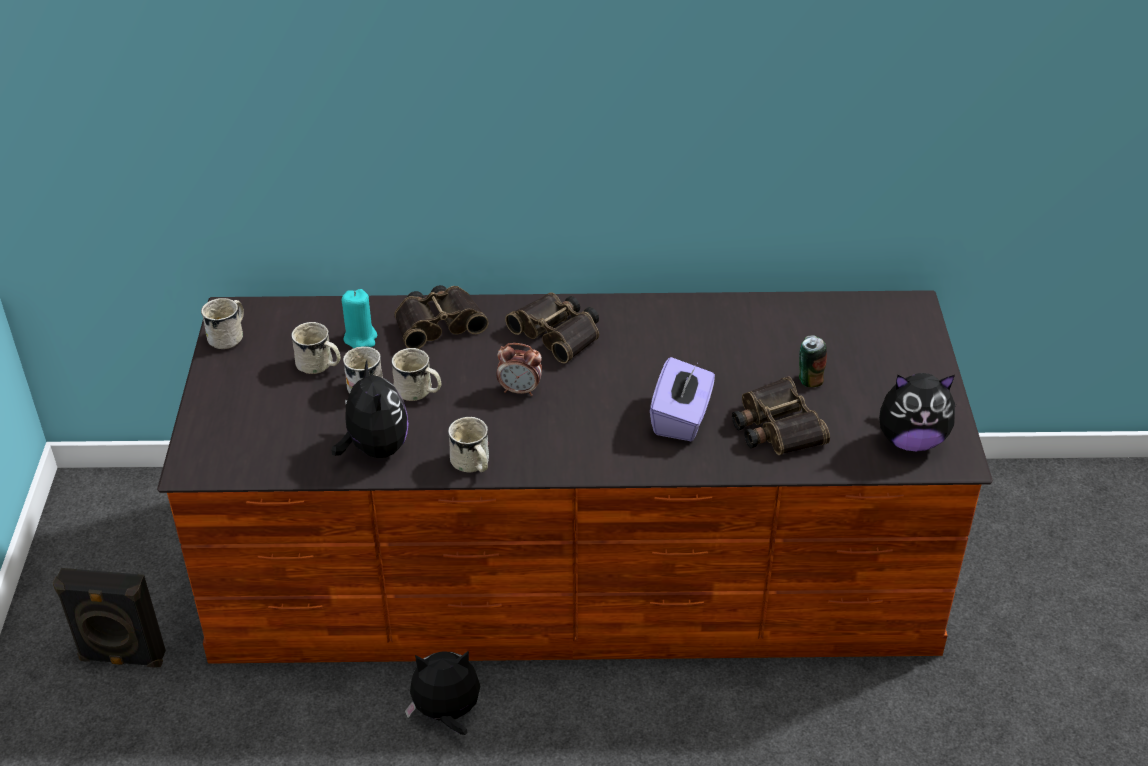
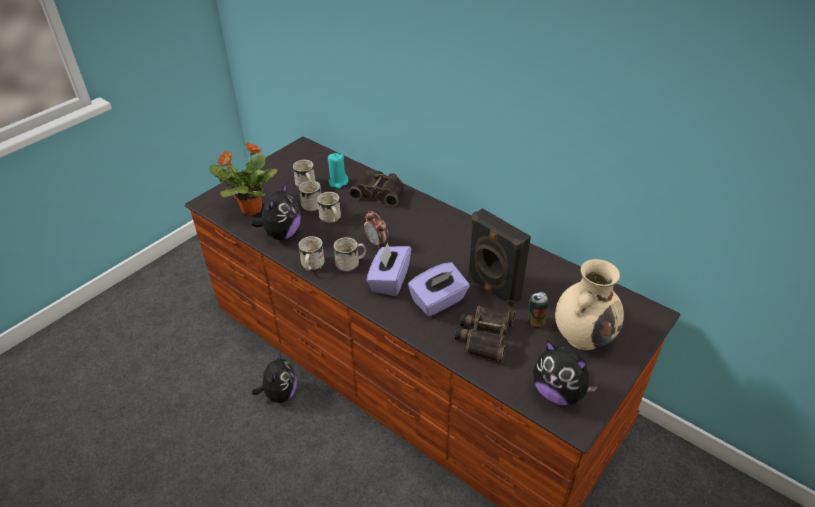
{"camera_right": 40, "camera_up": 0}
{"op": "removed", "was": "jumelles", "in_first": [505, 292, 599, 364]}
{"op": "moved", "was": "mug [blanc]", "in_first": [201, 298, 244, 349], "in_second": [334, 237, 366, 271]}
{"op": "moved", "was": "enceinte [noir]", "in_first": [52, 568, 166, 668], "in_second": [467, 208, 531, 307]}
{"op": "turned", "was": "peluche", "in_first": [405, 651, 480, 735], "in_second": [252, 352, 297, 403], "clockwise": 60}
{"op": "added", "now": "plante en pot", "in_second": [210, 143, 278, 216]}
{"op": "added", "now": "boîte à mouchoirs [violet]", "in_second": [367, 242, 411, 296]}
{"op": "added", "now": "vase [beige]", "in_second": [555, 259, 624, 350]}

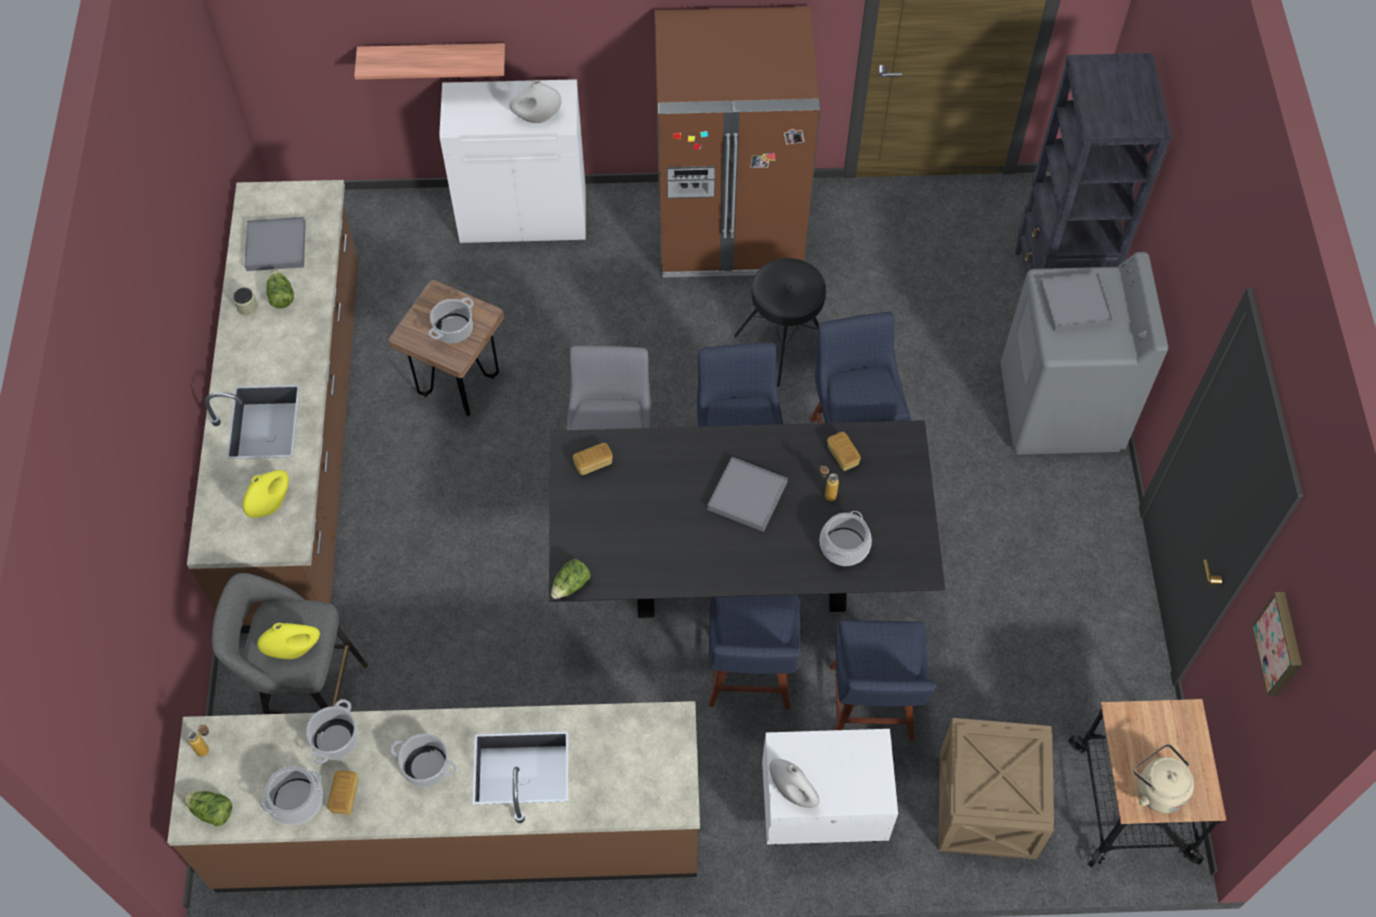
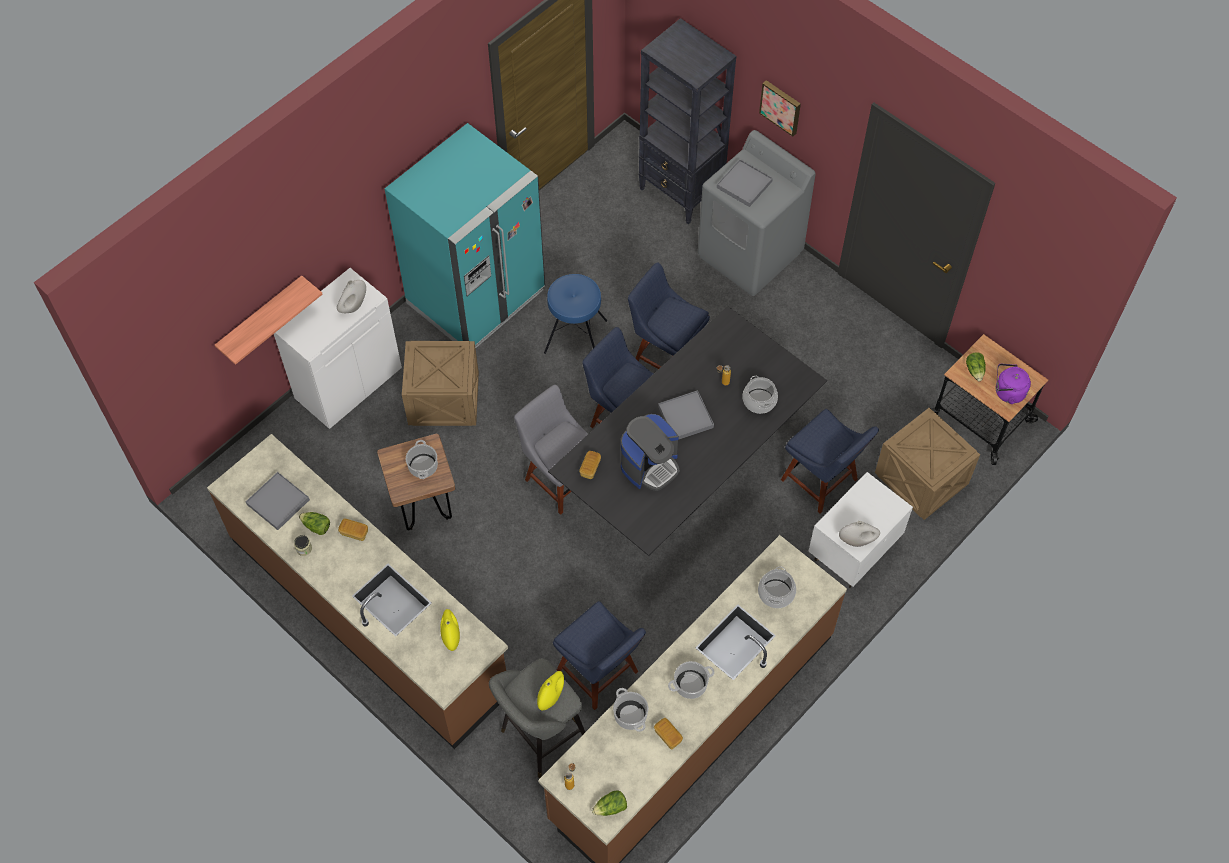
{"camera_right": -45, "camera_up": 0}
{"op": "recoloured", "was": "réfrigérateur [marron]", "now": "réfrigérateur [turquoise]", "in_first": [655, 7, 820, 278], "in_second": [385, 123, 545, 348]}
{"op": "recoloured", "was": "tabouret [noir]", "now": "tabouret [bleu]", "in_first": [734, 258, 826, 387], "in_second": [544, 274, 607, 354]}
{"op": "moved", "was": "pain", "in_first": [827, 432, 861, 471], "in_second": [338, 519, 368, 541]}
{"op": "moved", "was": "laitue", "in_first": [551, 559, 591, 599], "in_second": [966, 352, 986, 381]}
{"op": "moved", "was": "tableau", "in_first": [1252, 592, 1302, 696], "in_second": [759, 80, 801, 137]}
{"op": "moved", "was": "chaise [bleu]", "in_first": [709, 595, 800, 709], "in_second": [553, 601, 646, 710]}
{"op": "recoloured", "was": "bouilloire [beige]", "now": "bouilloire [violet]", "in_first": [1134, 744, 1194, 813], "in_second": [996, 364, 1031, 404]}
{"op": "moved", "was": "marmite", "in_first": [261, 766, 323, 825], "in_second": [758, 566, 796, 608]}
{"op": "added", "now": "caisse", "in_second": [402, 341, 479, 426]}
{"op": "added", "now": "machine à café", "in_second": [621, 414, 680, 491]}

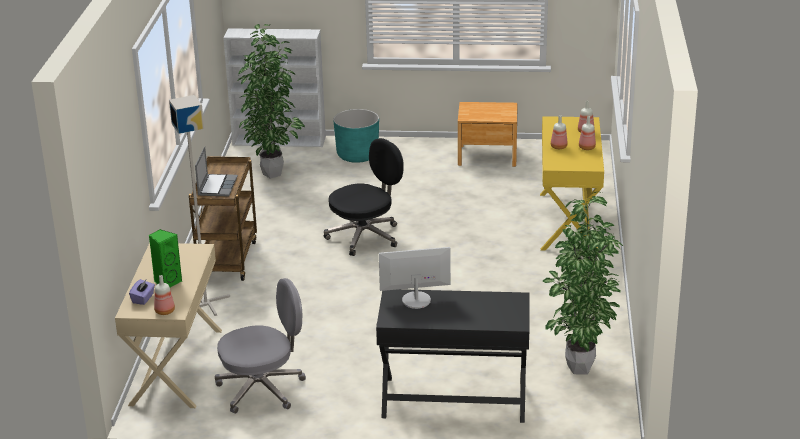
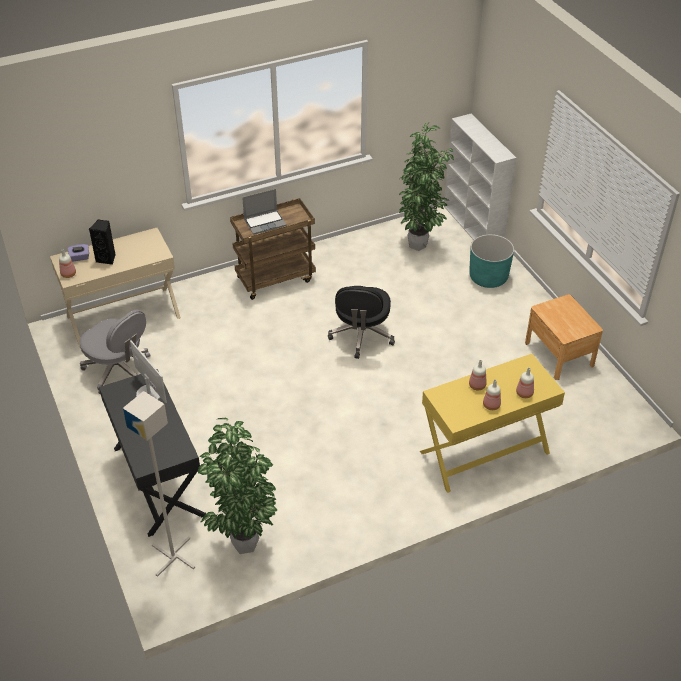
{"camera_right": 60, "camera_up": 15}
{"op": "moved", "was": "lampadaire [gris]", "in_first": [169, 95, 230, 316], "in_second": [123, 391, 195, 577]}
{"op": "turned", "was": "chaise de bureau [noir]", "in_first": [324, 138, 404, 256], "in_second": [328, 286, 395, 359], "clockwise": 75}
{"op": "recoloured", "was": "enceinte [vert]", "now": "enceinte [noir]", "in_first": [149, 229, 182, 287], "in_second": [89, 219, 116, 265]}

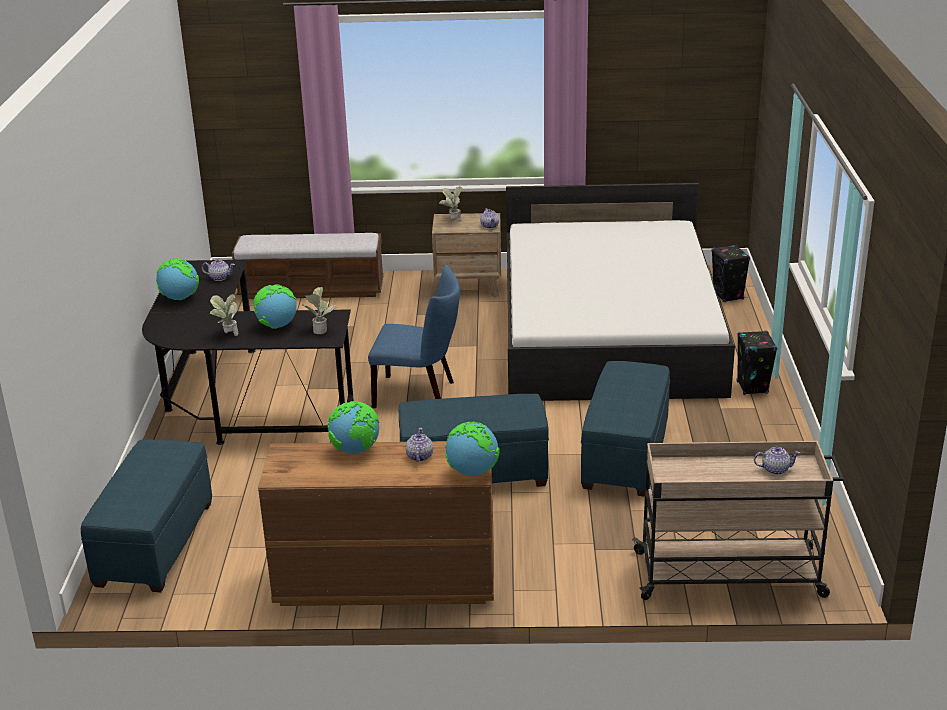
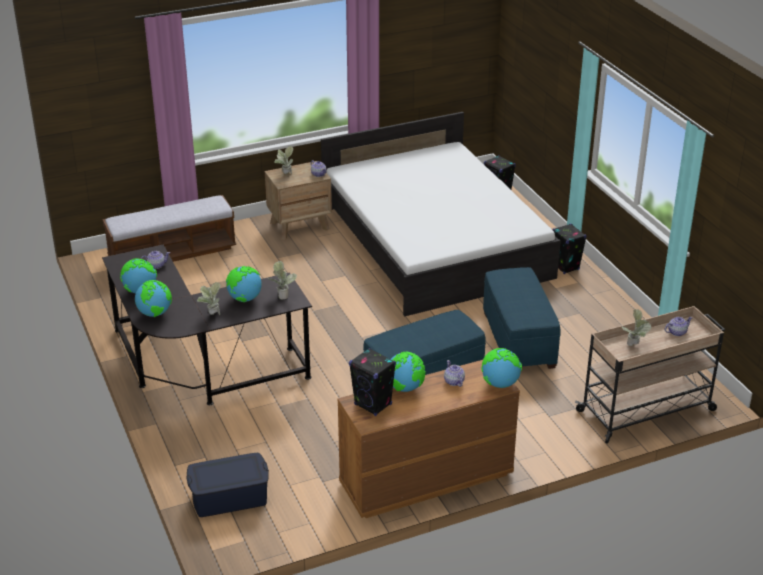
{"camera_right": -25, "camera_up": 5}
{"op": "removed", "was": "chaise [bleu]", "in_first": [368, 265, 460, 408]}
{"op": "replaced", "was": "pouf [bleu]", "now": "boîte de rangement [bleu]", "in_first": [81, 439, 212, 592], "in_second": [186, 453, 269, 517]}
{"op": "added", "now": "globe", "in_second": [135, 280, 172, 317]}
{"op": "added", "now": "plante en pot", "in_second": [622, 309, 651, 346]}
{"op": "added", "now": "enceinte [noir]", "in_second": [349, 348, 396, 416]}

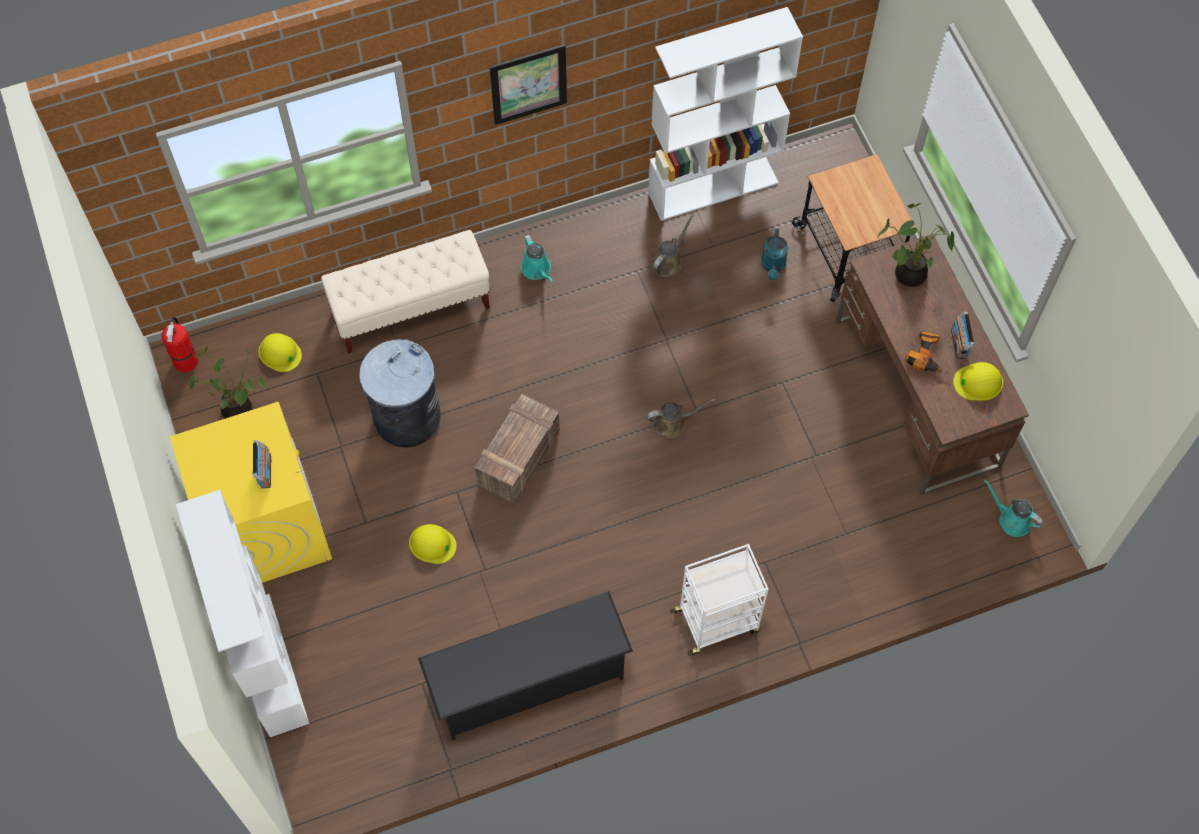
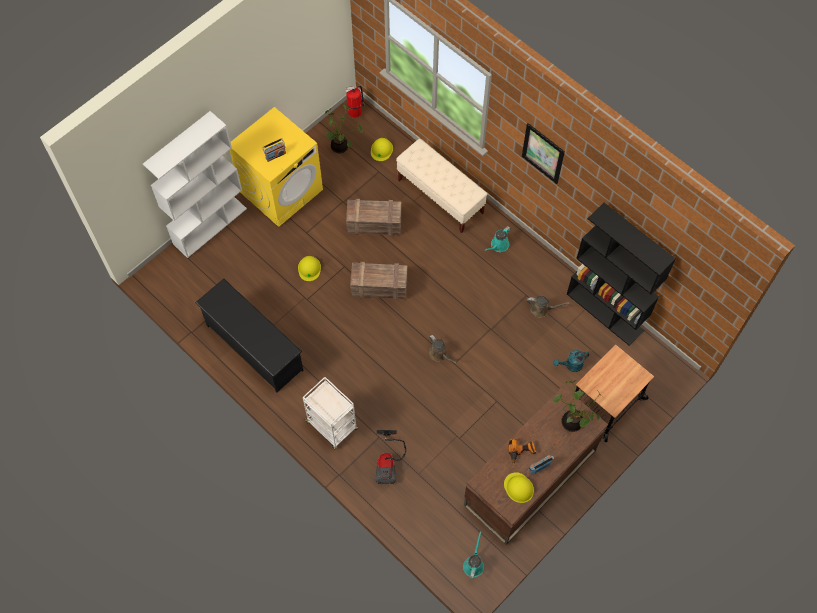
{"camera_right": 65, "camera_up": 0}
{"op": "recoloured", "was": "bibliothèque [blanc]", "now": "bibliothèque [noir]", "in_first": [648, 7, 803, 221], "in_second": [567, 203, 676, 346]}
{"op": "replaced", "was": "poubelle [gris]", "now": "caisse", "in_first": [359, 339, 441, 448], "in_second": [346, 199, 402, 236]}
{"op": "added", "now": "aspirateur", "in_second": [376, 430, 406, 484]}

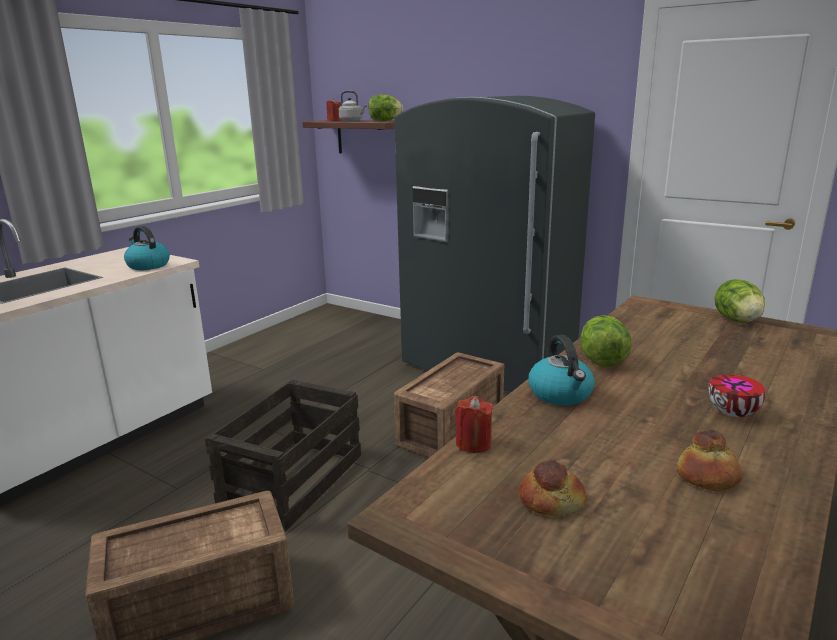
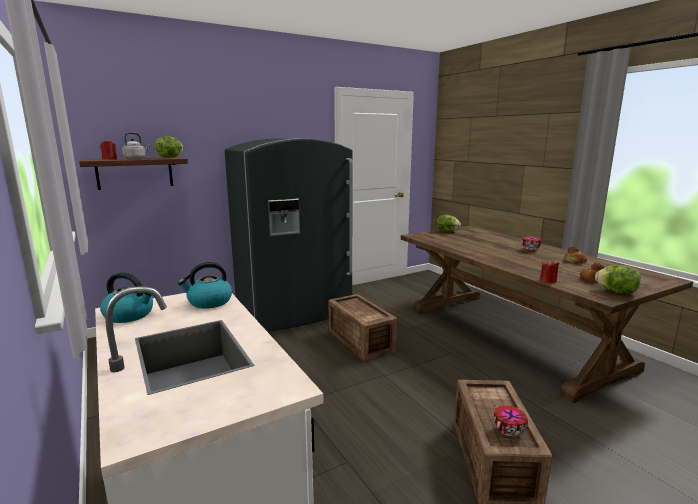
{"camera_right": -65, "camera_up": -5}
{"op": "moved", "was": "laitue", "in_first": [580, 315, 632, 367], "in_second": [595, 265, 640, 294]}
{"op": "moved", "was": "bouilloire", "in_first": [528, 335, 595, 405], "in_second": [100, 272, 153, 323]}
{"op": "removed", "was": "caisse", "in_first": [205, 379, 361, 532]}
{"op": "added", "now": "bol", "in_second": [493, 405, 528, 437]}

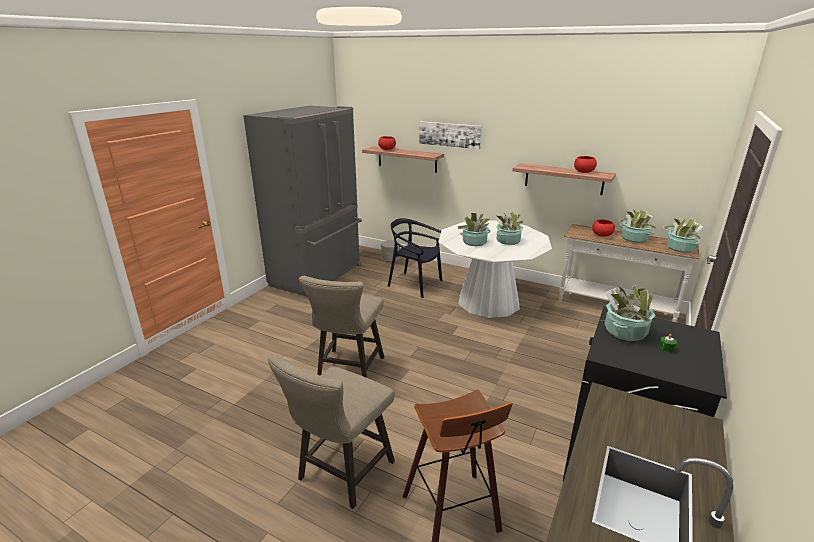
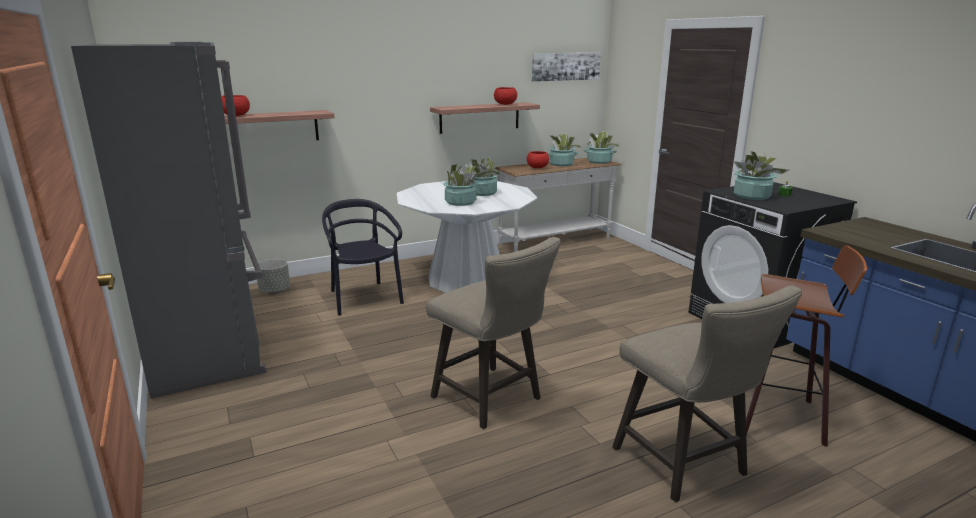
{"camera_right": -55, "camera_up": -5}
{"op": "moved", "was": "tableau", "in_first": [419, 121, 482, 149], "in_second": [532, 53, 601, 82]}
{"op": "turned", "was": "chaise [noir]", "in_first": [388, 218, 442, 298], "in_second": [322, 199, 404, 316], "clockwise": 90}

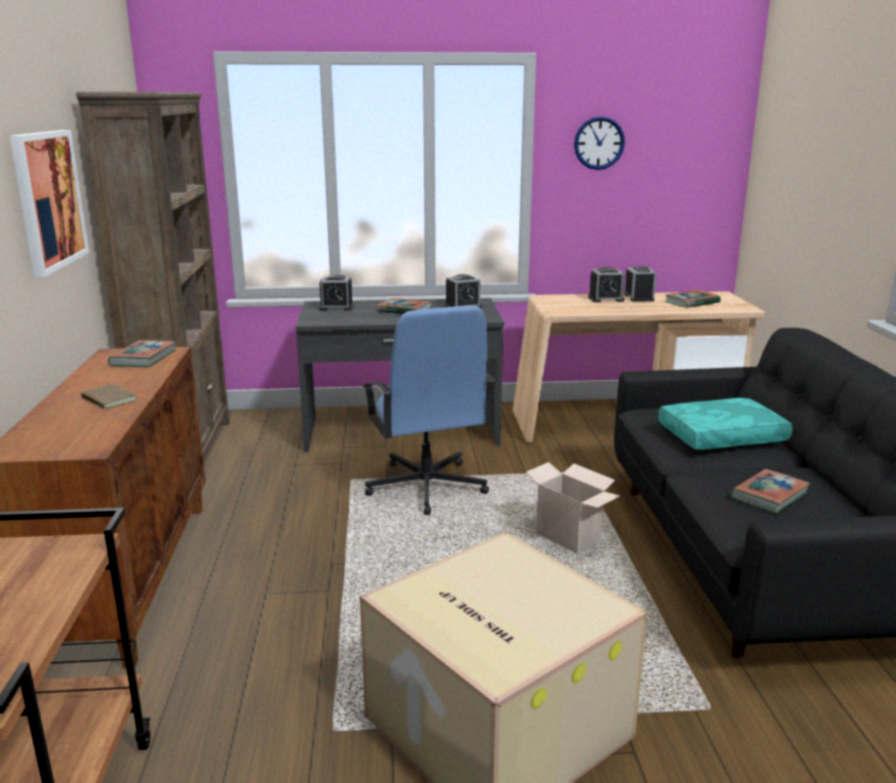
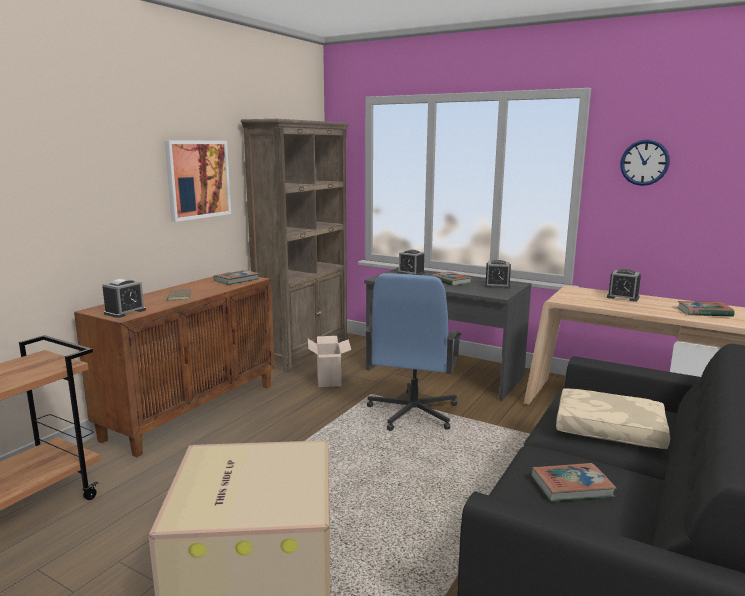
{"camera_right": 35, "camera_up": -5}
{"op": "moved", "was": "réveil", "in_first": [624, 266, 656, 302], "in_second": [102, 279, 146, 318]}
{"op": "recoloured", "was": "coussin [turquoise]", "now": "coussin [beige]", "in_first": [658, 398, 793, 450], "in_second": [556, 388, 670, 449]}
{"op": "moved", "was": "carton", "in_first": [526, 462, 620, 553], "in_second": [308, 336, 351, 387]}

